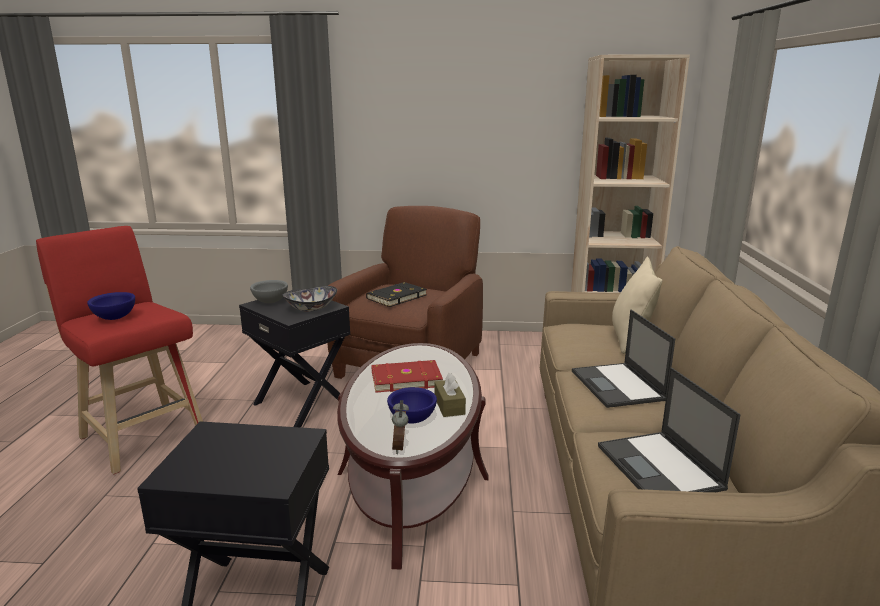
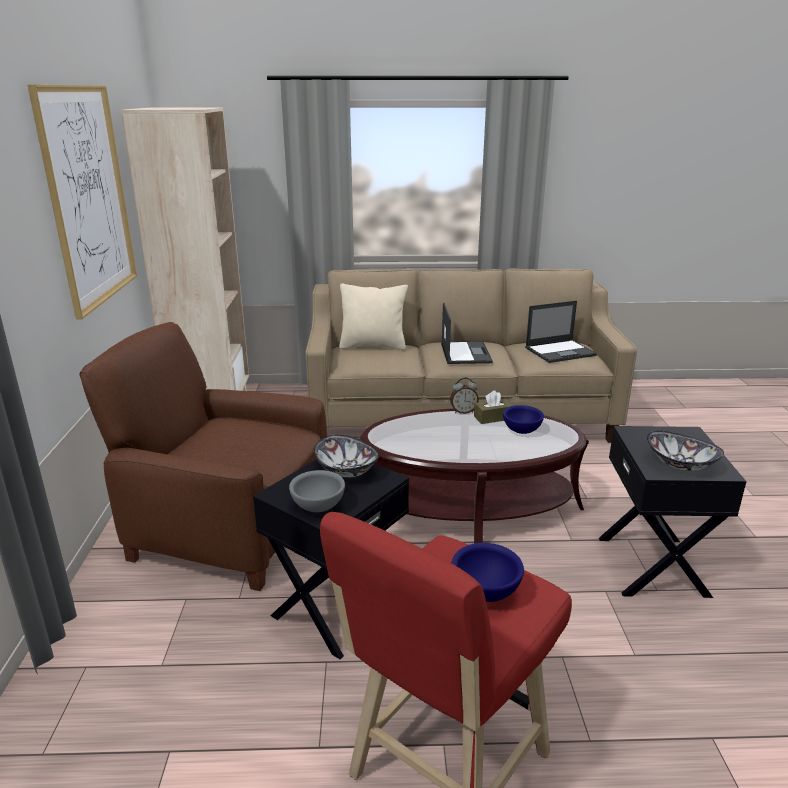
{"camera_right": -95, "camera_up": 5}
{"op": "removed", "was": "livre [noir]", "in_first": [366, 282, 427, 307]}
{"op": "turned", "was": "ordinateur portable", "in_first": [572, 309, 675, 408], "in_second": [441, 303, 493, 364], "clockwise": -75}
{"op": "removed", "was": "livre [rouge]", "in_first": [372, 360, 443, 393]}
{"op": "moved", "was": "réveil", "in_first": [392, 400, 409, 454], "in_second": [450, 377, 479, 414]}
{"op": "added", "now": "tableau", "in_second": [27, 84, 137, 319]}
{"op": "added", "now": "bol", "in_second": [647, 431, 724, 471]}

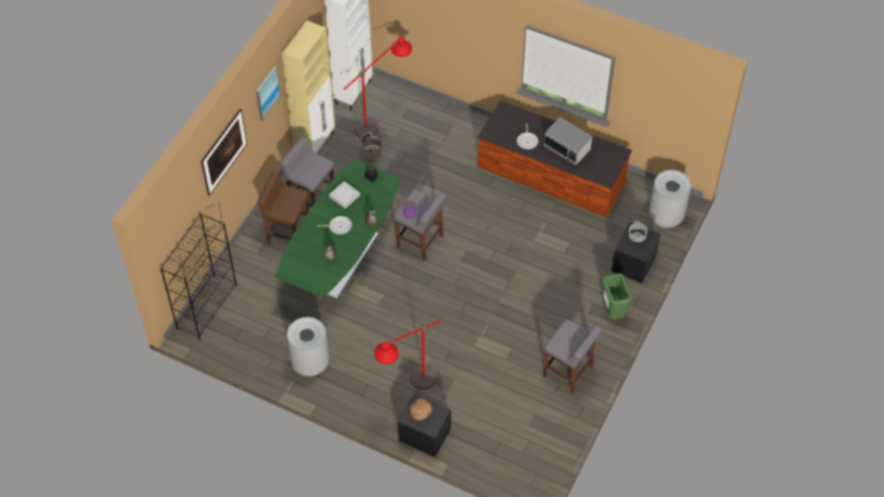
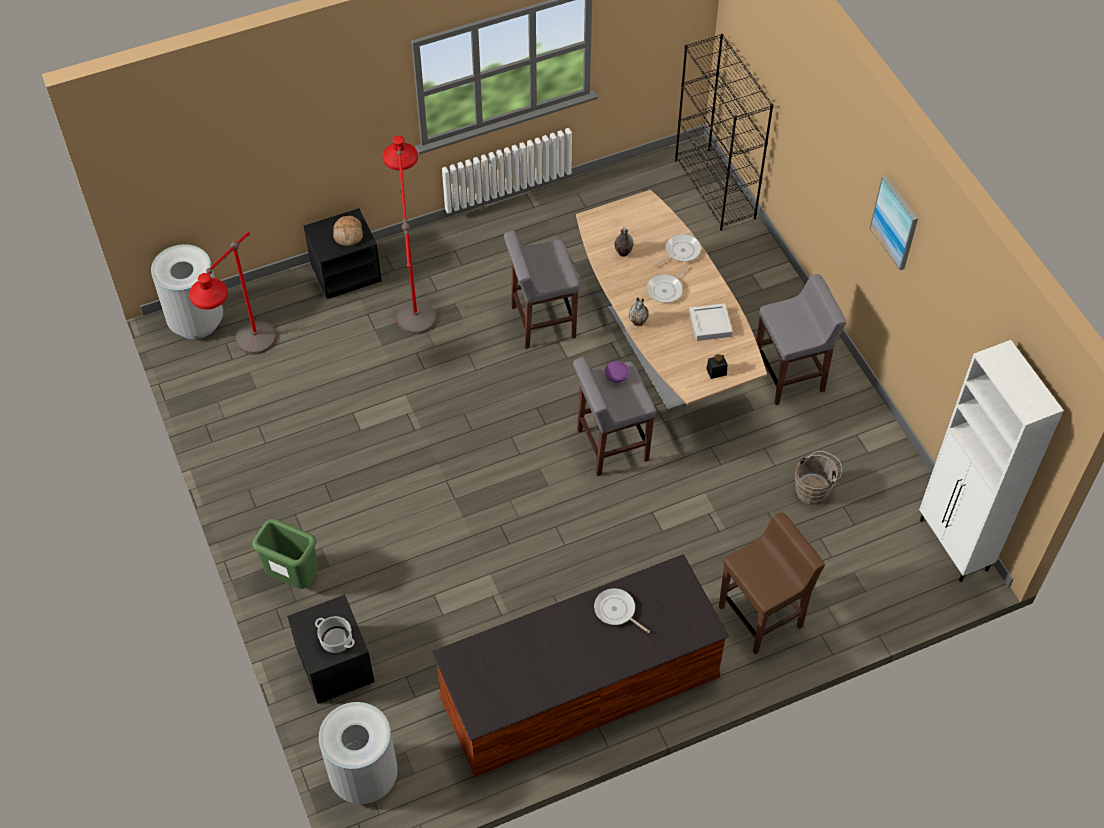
{"camera_right": 130, "camera_up": 0}
{"op": "removed", "was": "meuble de rangement [beige]", "in_first": [282, 20, 335, 153]}
{"op": "moved", "was": "lampadaire [rouge]", "in_first": [344, 36, 412, 138], "in_second": [189, 231, 276, 355]}
{"op": "removed", "was": "tableau", "in_first": [201, 109, 247, 196]}
{"op": "removed", "was": "micro-ondes", "in_first": [544, 117, 592, 165]}
{"op": "recoloured", "was": "table à manger [vert]", "now": "table à manger [marron]", "in_first": [275, 159, 400, 299], "in_second": [576, 190, 767, 411]}
{"op": "moved", "was": "tabouret [marron]", "in_first": [257, 173, 309, 244], "in_second": [719, 512, 825, 654]}
{"op": "moved", "was": "poubelle [gris]", "in_first": [287, 317, 329, 376], "in_second": [151, 244, 223, 339]}
{"op": "moved", "was": "tabouret [gris]", "in_first": [543, 319, 602, 393], "in_second": [504, 230, 579, 349]}
{"op": "added", "now": "poêle", "in_second": [653, 234, 701, 267]}

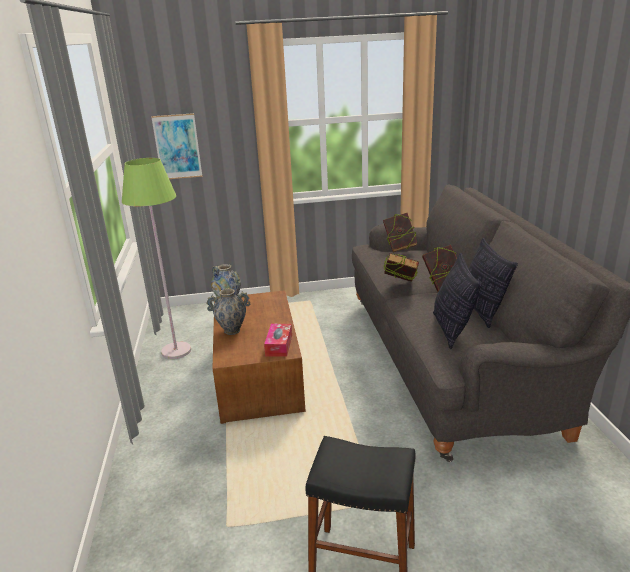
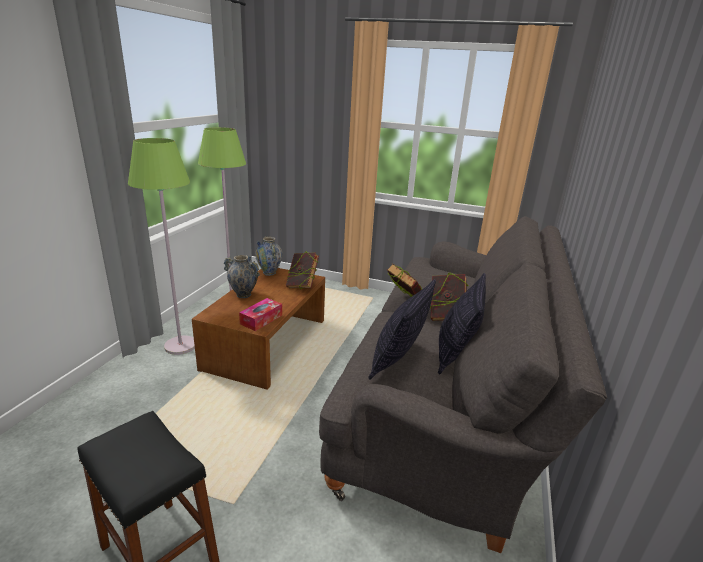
{"camera_right": 25, "camera_up": 0}
{"op": "removed", "was": "tableau", "in_first": [151, 113, 202, 179]}
{"op": "moved", "was": "livre", "in_first": [383, 213, 417, 252], "in_second": [286, 251, 319, 289]}
{"op": "added", "now": "lampadaire [vert]", "in_second": [128, 138, 195, 355]}

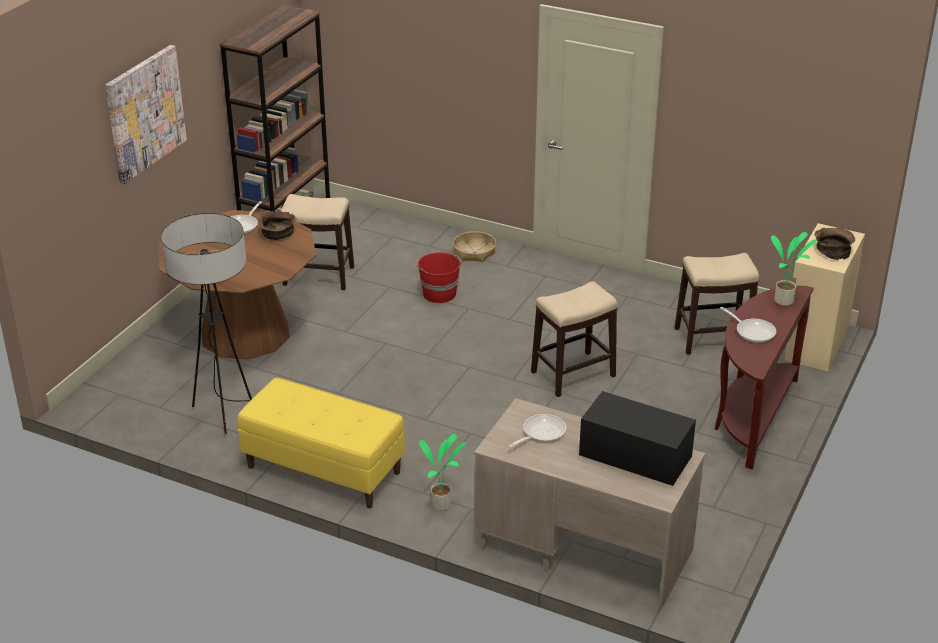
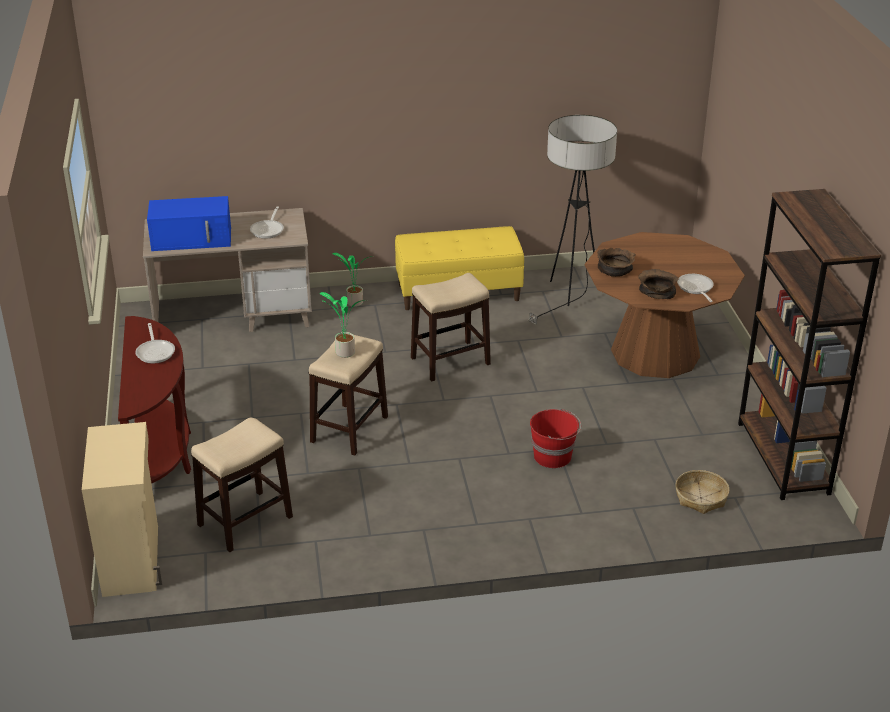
{"camera_right": 145, "camera_up": 0}
{"op": "removed", "was": "tableau", "in_first": [105, 45, 187, 184]}
{"op": "moved", "was": "tabouret", "in_first": [281, 194, 354, 290], "in_second": [411, 273, 491, 381]}
{"op": "moved", "was": "bol [marron]", "in_first": [814, 228, 855, 260], "in_second": [597, 248, 636, 277]}
{"op": "moved", "was": "panier", "in_first": [453, 231, 496, 262], "in_second": [675, 470, 730, 514]}
{"op": "moved", "was": "plante en pot", "in_first": [771, 232, 817, 306], "in_second": [319, 292, 367, 358]}
{"op": "turned", "was": "poêle", "in_first": [720, 307, 776, 343], "in_second": [135, 323, 175, 363], "clockwise": -120}
{"op": "recoloured", "was": "micro-ondes [noir]", "now": "micro-ondes [bleu]", "in_first": [579, 391, 696, 486], "in_second": [147, 196, 231, 251]}

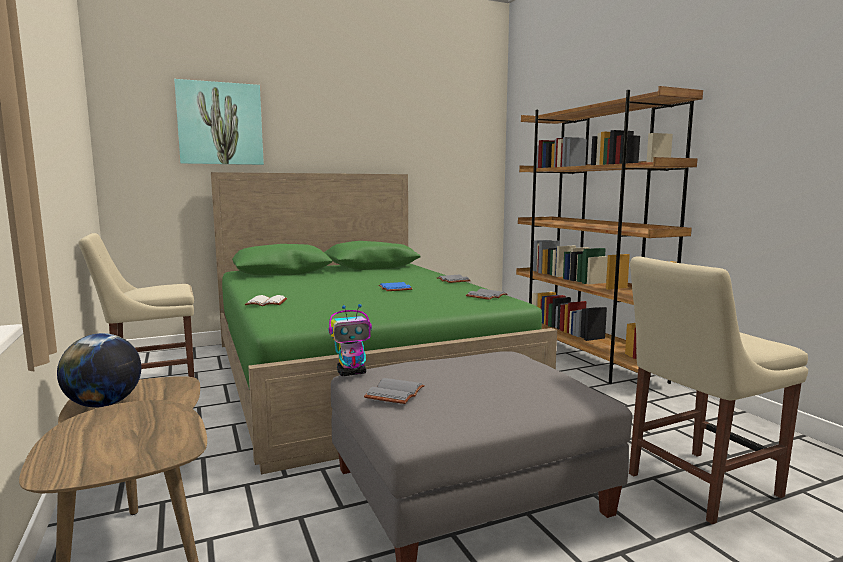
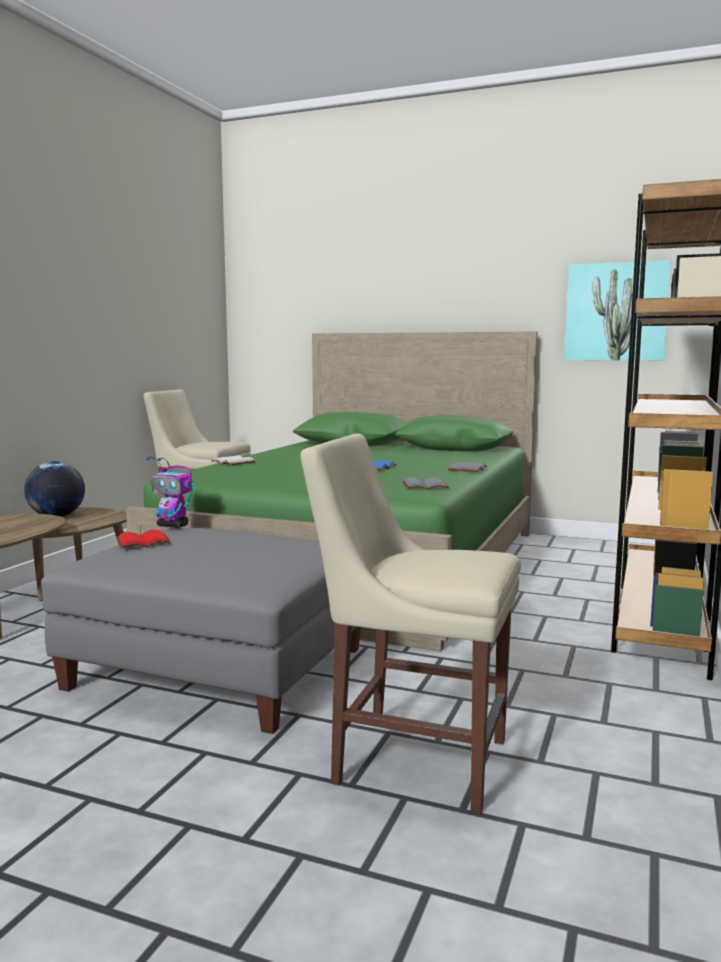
{"camera_right": 45, "camera_up": 0}
{"op": "moved", "was": "tableau", "in_first": [174, 79, 264, 165], "in_second": [565, 260, 671, 361]}
{"op": "recoloured", "was": "livre [gris]", "now": "livre [rouge]", "in_first": [364, 378, 425, 404], "in_second": [116, 530, 171, 548]}

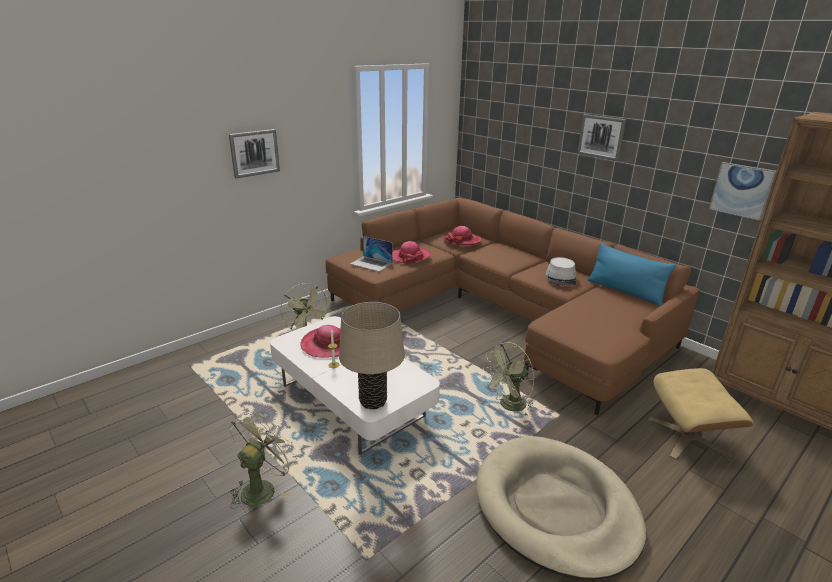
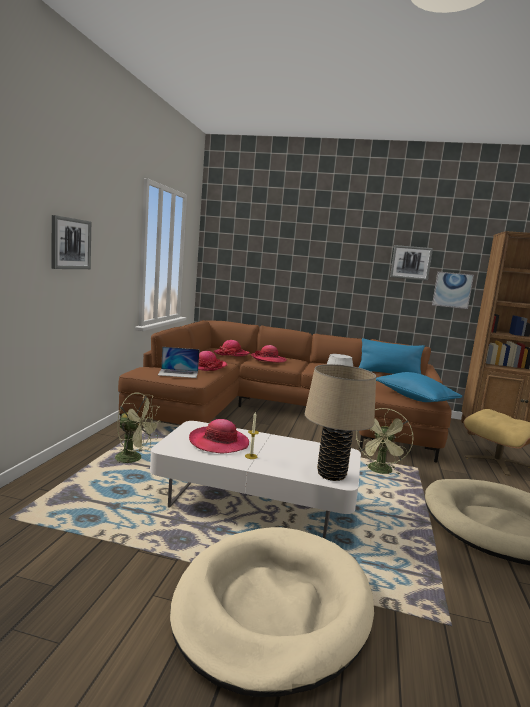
{"camera_right": -35, "camera_up": -15}
{"op": "moved", "was": "tableau", "in_first": [577, 114, 626, 161], "in_second": [390, 245, 433, 281]}
{"op": "replaced", "was": "ventilateur [vert]", "now": "panier pour chien [beige]", "in_first": [229, 412, 297, 509], "in_second": [170, 527, 374, 697]}
{"op": "added", "now": "chapeau", "in_second": [251, 345, 287, 363]}
{"op": "added", "now": "coussin [bleu]", "in_second": [376, 372, 462, 402]}

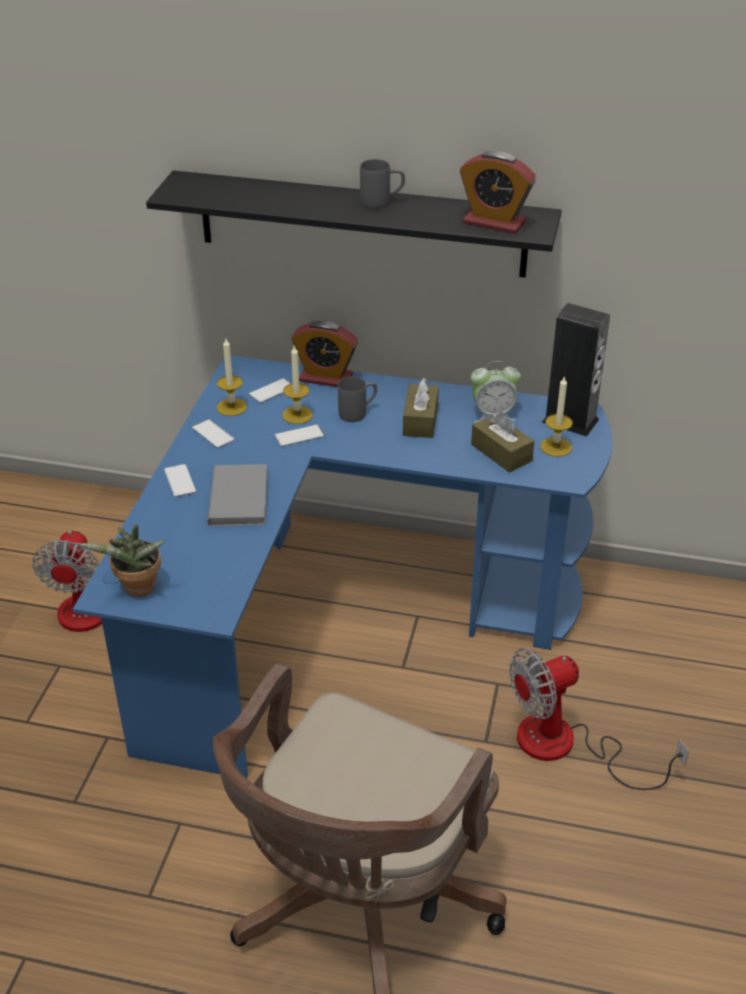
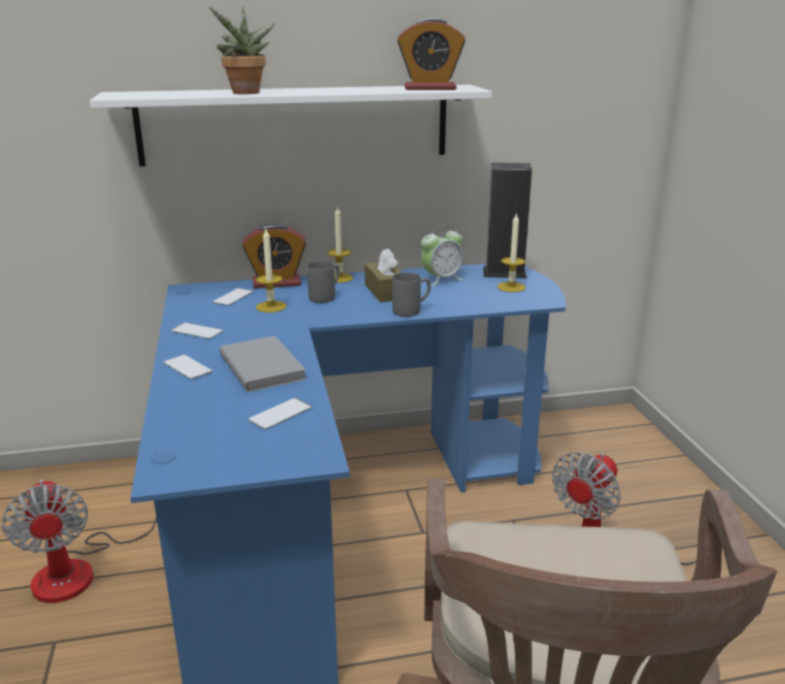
{"camera_right": -25, "camera_up": -15}
{"op": "moved", "was": "mug [gris]", "in_first": [360, 159, 405, 209], "in_second": [392, 273, 431, 317]}
{"op": "recoloured", "was": "étagère [noir]", "now": "étagère [blanc]", "in_first": [146, 170, 561, 278], "in_second": [90, 85, 492, 167]}
{"op": "moved", "was": "bougie", "in_first": [217, 339, 247, 416], "in_second": [327, 205, 353, 283]}
{"op": "removed", "was": "boîte à mouchoirs [marron]", "in_first": [471, 412, 534, 473]}
{"op": "moved", "was": "téléphone", "in_first": [275, 424, 325, 447], "in_second": [248, 398, 312, 430]}
{"op": "moved", "was": "plante en pot", "in_first": [78, 524, 166, 597], "in_second": [209, 7, 275, 94]}

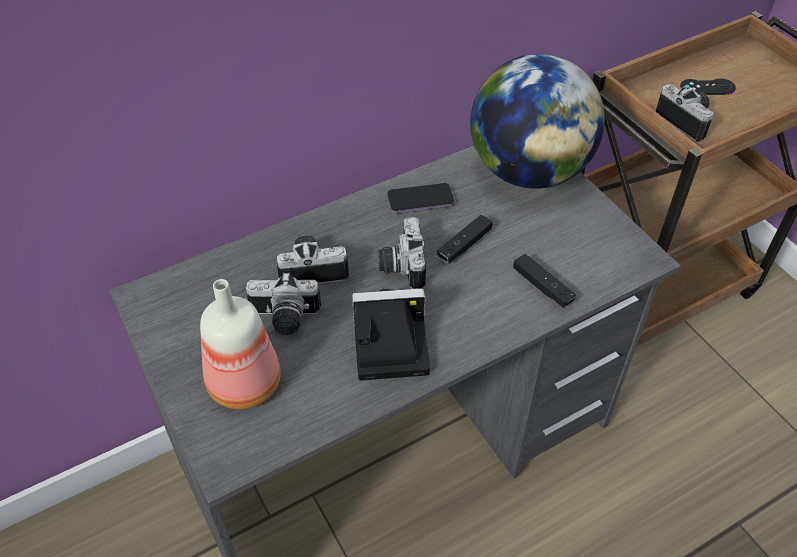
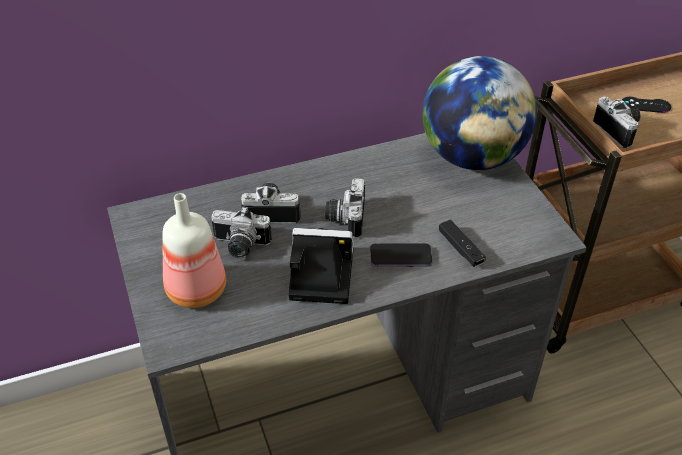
{"camera_right": 10, "camera_up": -5}
{"op": "moved", "was": "téléphone", "in_first": [387, 183, 455, 213], "in_second": [370, 243, 432, 267]}
{"op": "removed", "was": "manette [noir]", "in_first": [437, 215, 493, 263]}

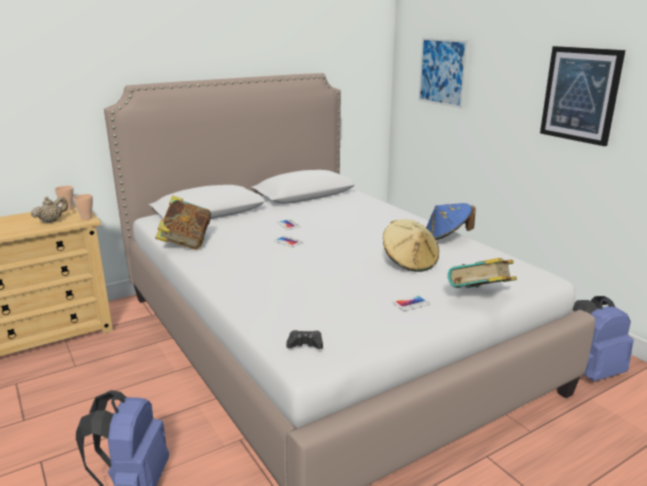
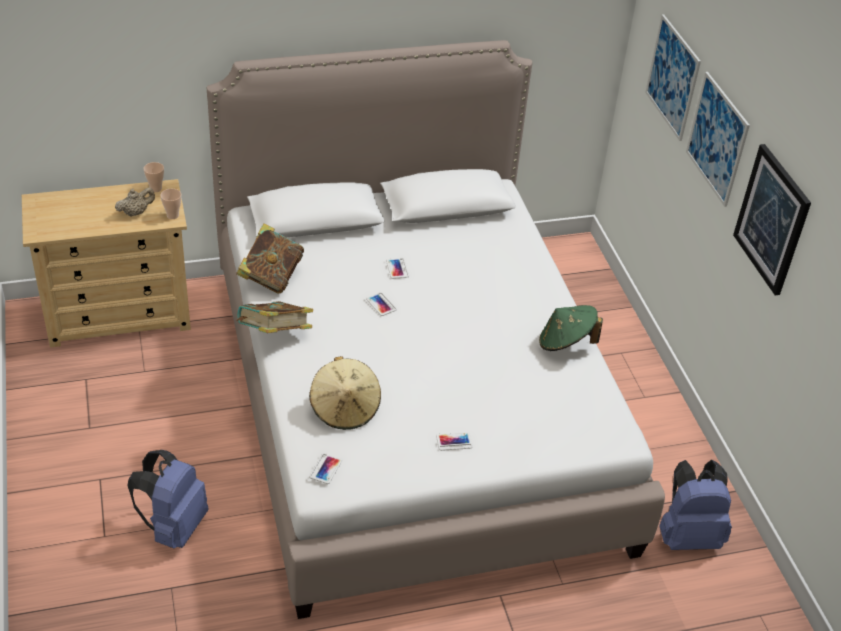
{"camera_right": 15, "camera_up": 20}
{"op": "recoloured", "was": "chapeau [bleu]", "now": "chapeau [vert]", "in_first": [426, 203, 476, 240], "in_second": [539, 305, 603, 351]}
{"op": "moved", "was": "chapeau [beige]", "in_first": [383, 219, 439, 272], "in_second": [309, 356, 381, 430]}
{"op": "moved", "was": "livre", "in_first": [448, 258, 517, 288], "in_second": [236, 301, 313, 333]}
{"op": "replaced", "was": "manette [noir]", "now": "téléphone", "in_first": [286, 330, 323, 349], "in_second": [309, 453, 342, 484]}
{"op": "added", "now": "tableau", "in_second": [686, 72, 750, 207]}

